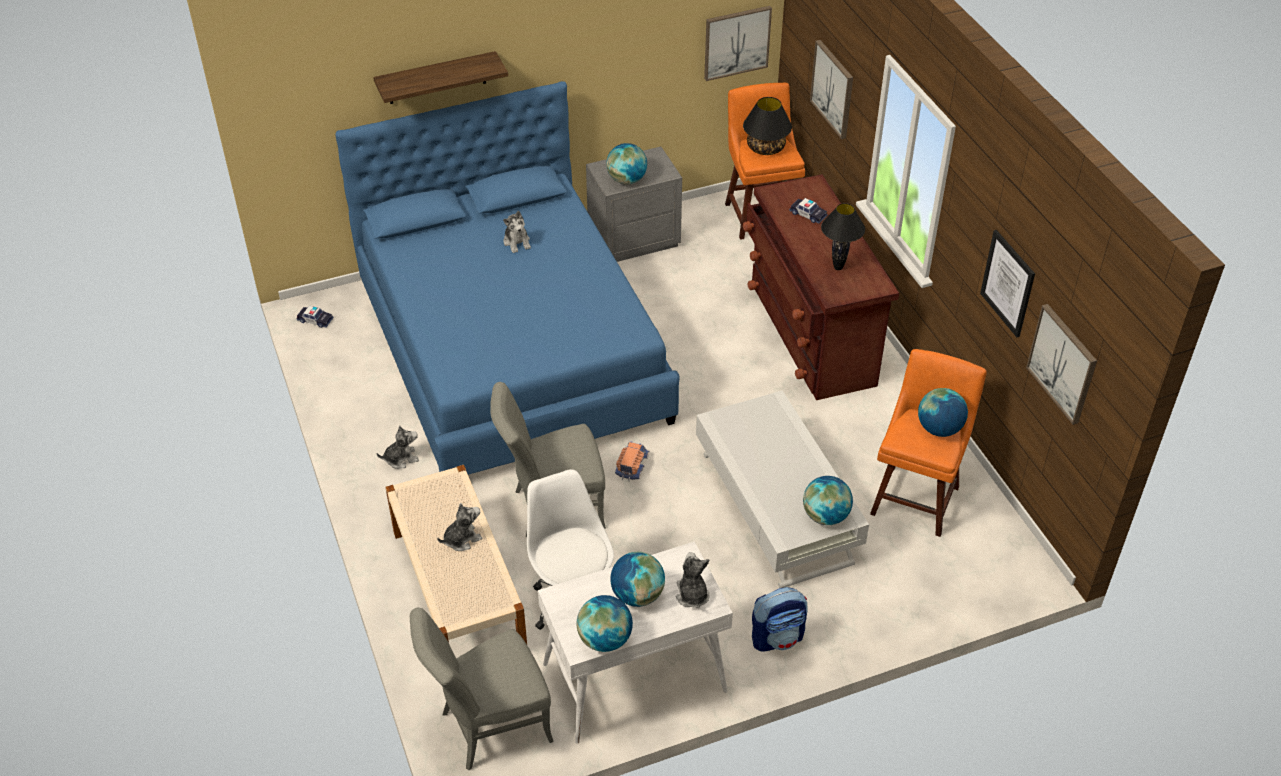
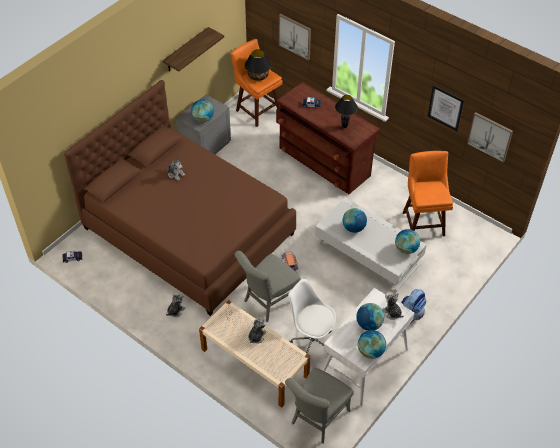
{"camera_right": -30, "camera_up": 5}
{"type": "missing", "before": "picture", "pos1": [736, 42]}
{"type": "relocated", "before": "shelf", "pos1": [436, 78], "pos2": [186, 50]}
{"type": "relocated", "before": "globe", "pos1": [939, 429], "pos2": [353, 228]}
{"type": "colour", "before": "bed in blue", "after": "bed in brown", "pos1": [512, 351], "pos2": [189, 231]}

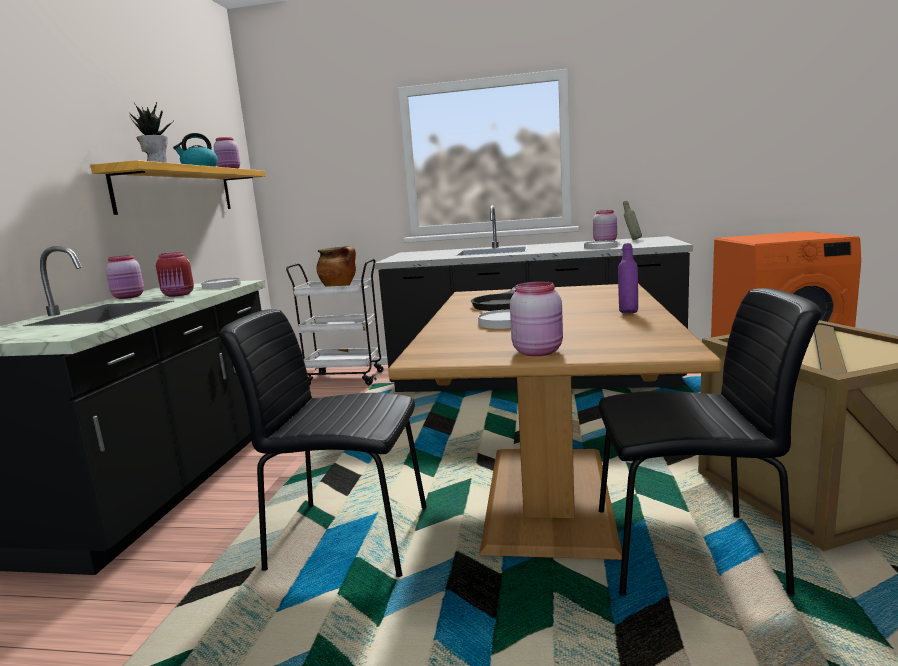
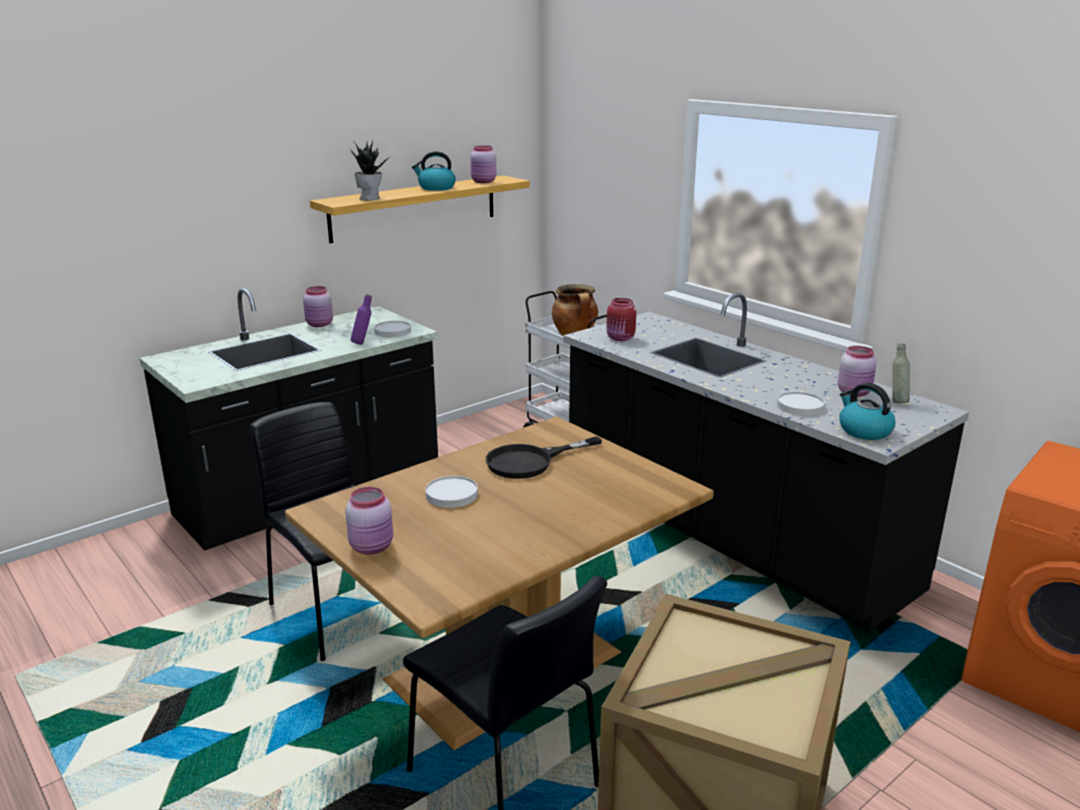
{"camera_right": 40, "camera_up": 10}
{"type": "appeared", "after": "kettle", "pos2": [864, 430]}
{"type": "relocated", "before": "jar in red", "pos1": [179, 295], "pos2": [620, 338]}
{"type": "relocated", "before": "bottle in purple", "pos1": [628, 312], "pos2": [363, 343]}

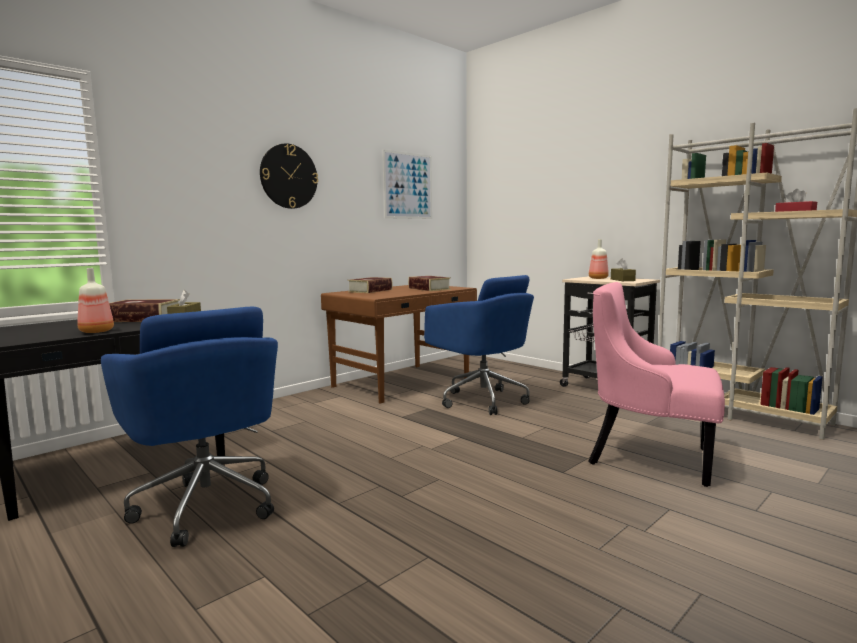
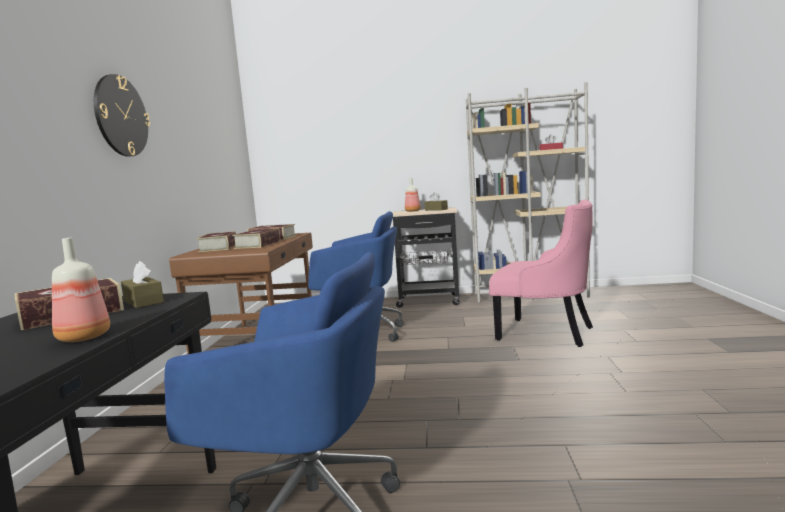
{"camera_right": -40, "camera_up": 0}
{"type": "missing", "before": "picture", "pos1": [408, 186]}
{"type": "appeared", "after": "book", "pos2": [258, 245]}
{"type": "spun", "before": "chair in pink", "pos1": [652, 458], "pos2": [543, 333], "turn": -135}

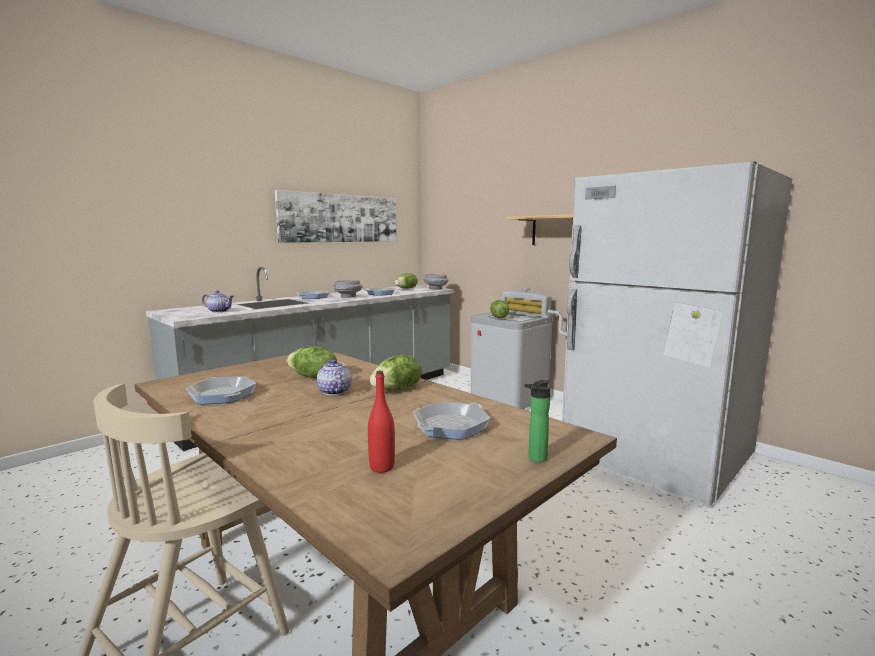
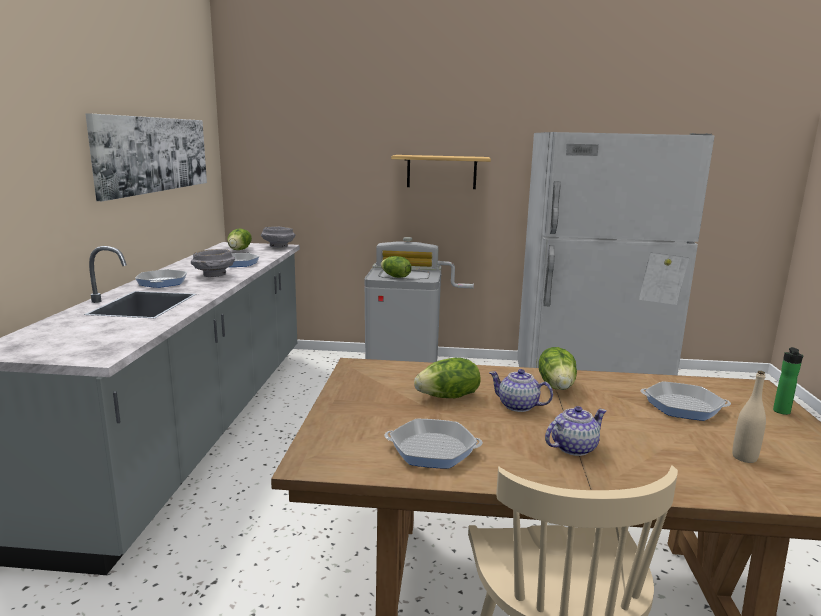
{"camera_right": -40, "camera_up": 5}
{"type": "relocated", "before": "teapot", "pos1": [219, 311], "pos2": [573, 448]}
{"type": "colour", "before": "bottle in red", "after": "bottle in beige", "pos1": [382, 467], "pos2": [744, 457]}
{"type": "spun", "before": "frying pan", "pos1": [451, 426], "pos2": [683, 406], "turn": -75}

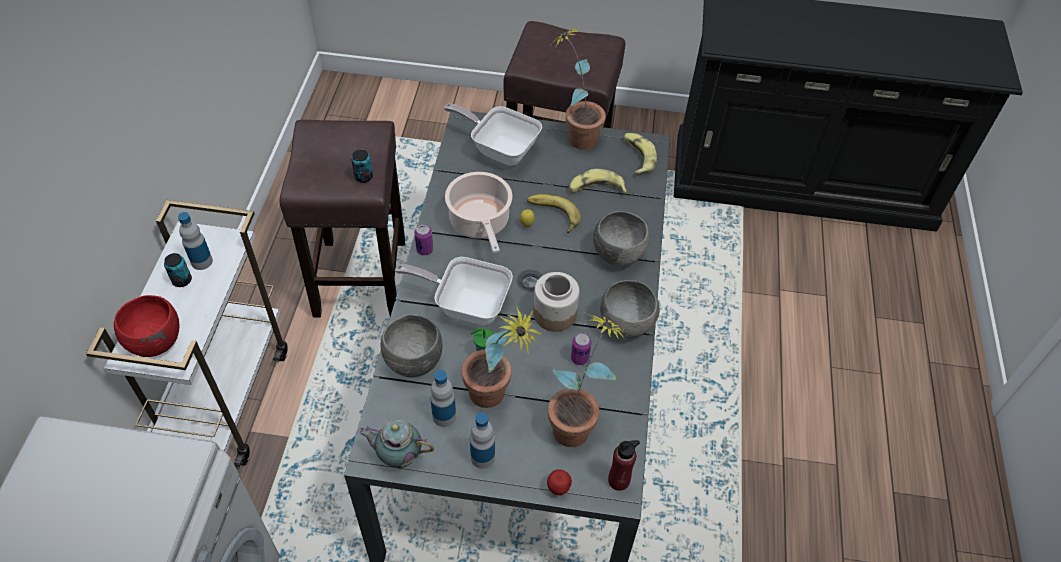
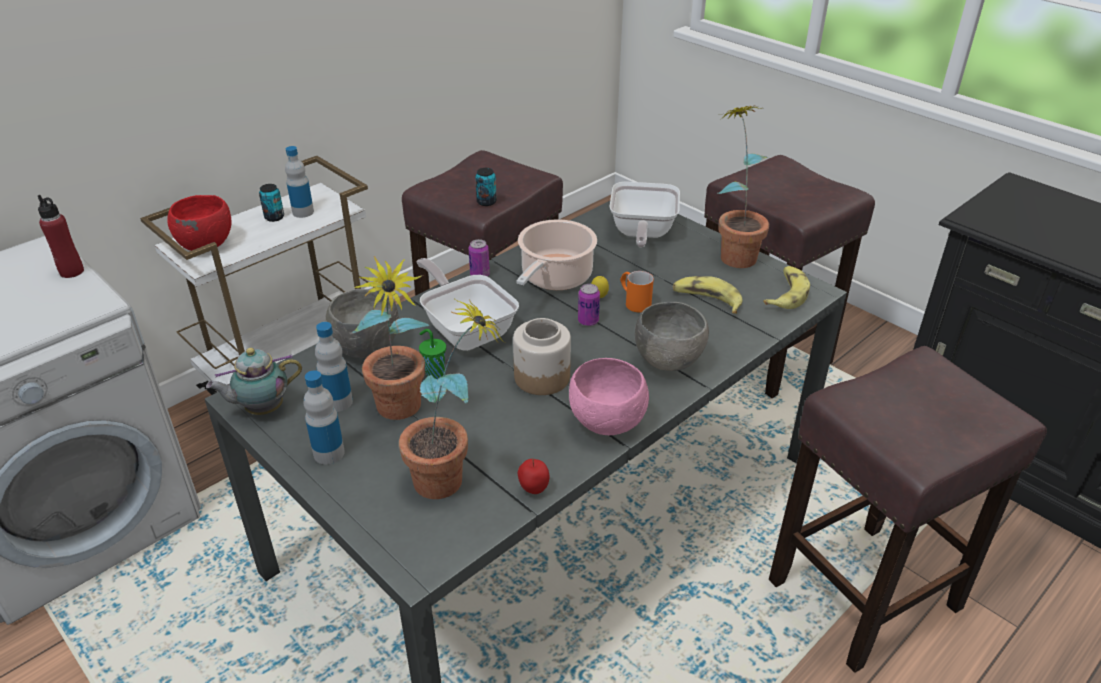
{"camera_right": 40, "camera_up": -15}
{"type": "appeared", "after": "stool in brown", "pos2": [862, 596]}
{"type": "relocated", "before": "apple", "pos1": [558, 489], "pos2": [533, 490]}
{"type": "relocated", "before": "can", "pos1": [579, 358], "pos2": [588, 321]}
{"type": "relocated", "before": "bottle in red", "pos1": [619, 480], "pos2": [72, 271]}
{"type": "exchanged", "before": "banana", "after": "mug in orange", "pos1": [552, 216], "pos2": [634, 302]}
{"type": "colour", "before": "bowl in grey", "after": "bowl in pink", "pos1": [627, 325], "pos2": [608, 424]}
{"type": "spun", "before": "teapot", "pos1": [398, 456], "pos2": [262, 409], "turn": -75}
{"type": "spun", "before": "frying pan", "pos1": [500, 148], "pos2": [641, 233], "turn": -150}

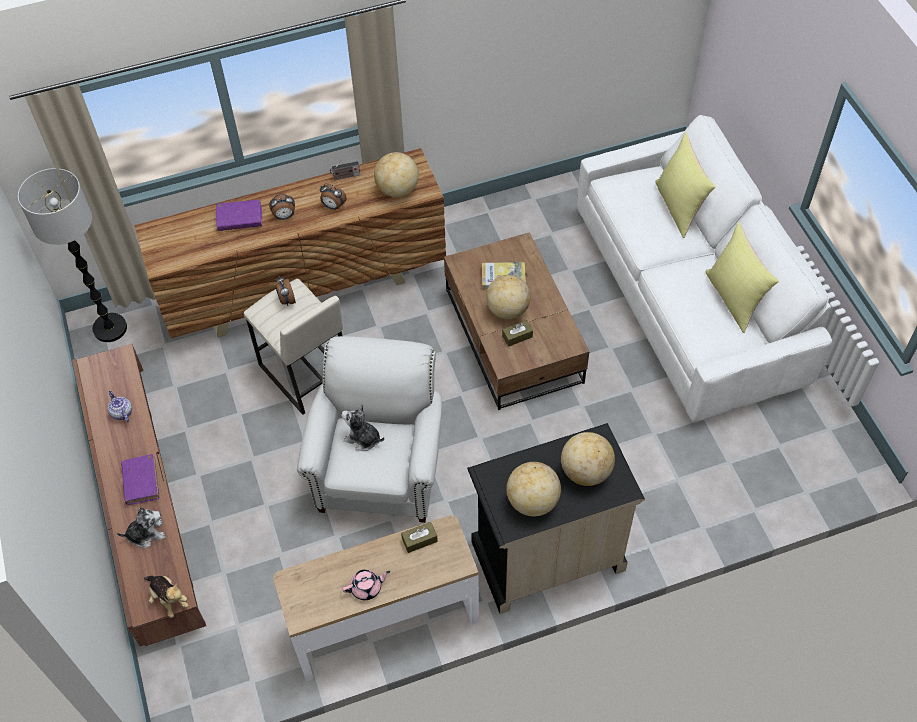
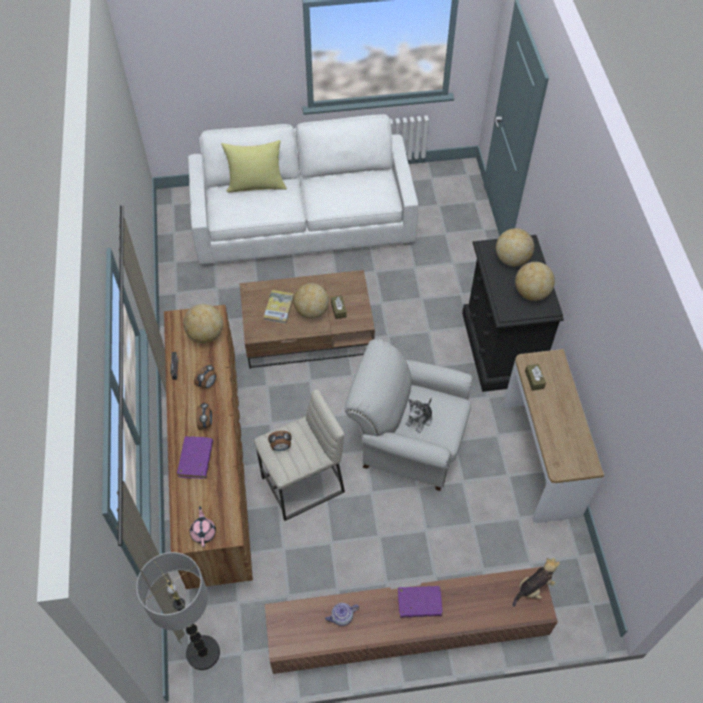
{"camera_right": -80, "camera_up": 0}
{"type": "missing", "before": "plush toy", "pos1": [146, 534]}
{"type": "missing", "before": "pillow in yellow", "pos1": [734, 298]}
{"type": "relocated", "before": "teapot in pink", "pos1": [367, 587], "pos2": [203, 532]}

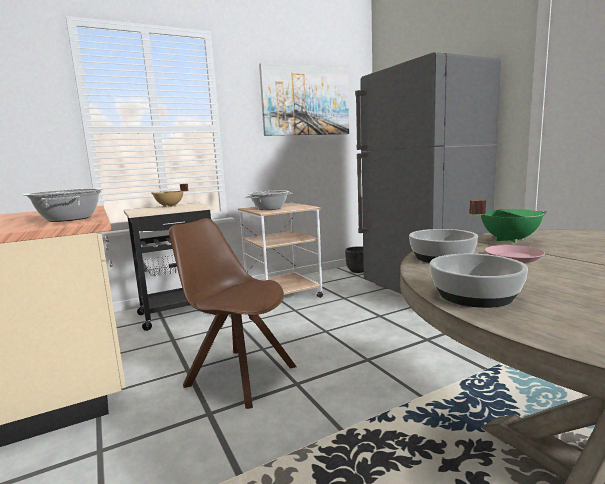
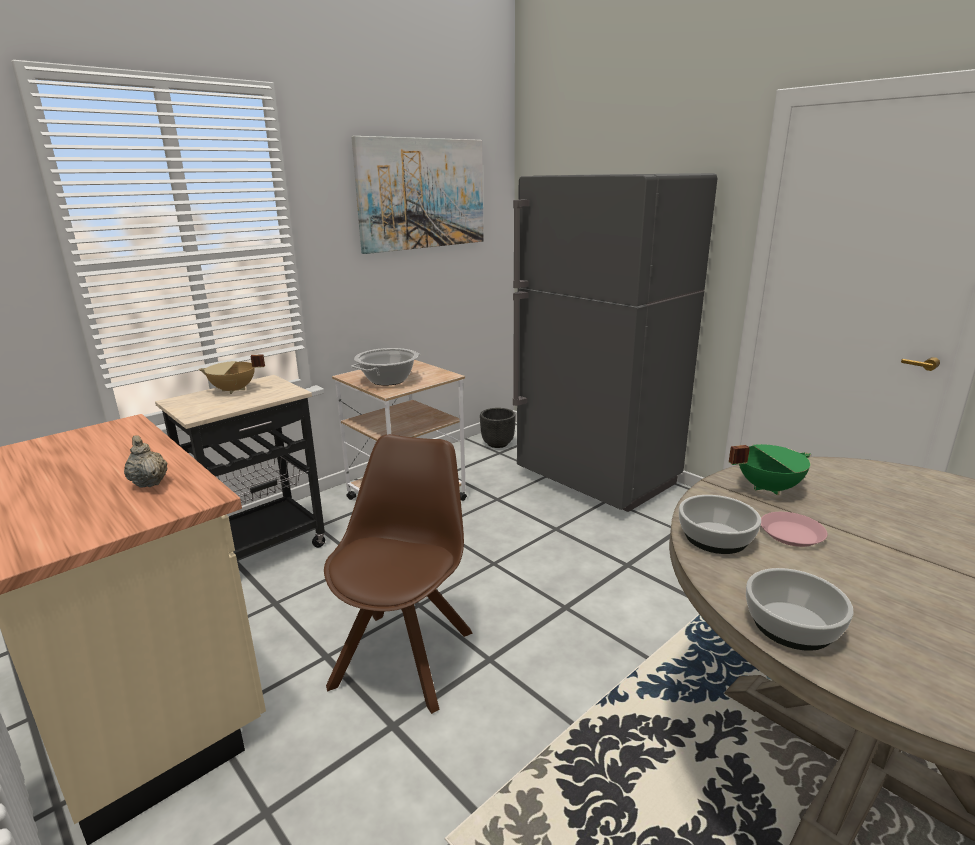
{"camera_right": -15, "camera_up": 10}
{"type": "exchanged", "before": "cooking pot", "after": "teapot in beige", "pos1": [69, 218], "pos2": [149, 482]}
{"type": "spun", "before": "chair in brown", "pos1": [239, 375], "pos2": [405, 655], "turn": 90}

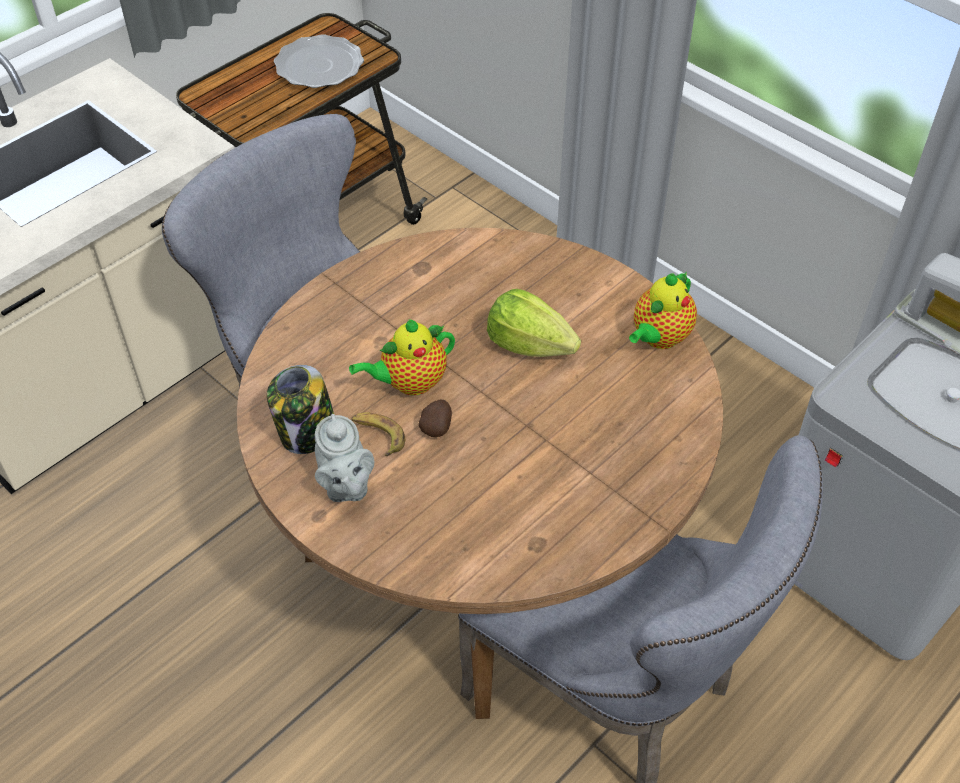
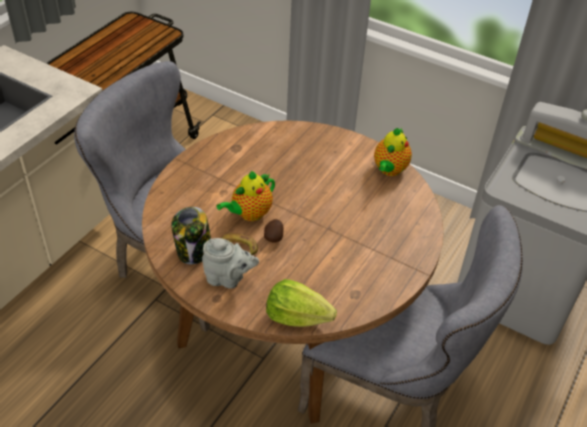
{"camera_right": -15, "camera_up": -5}
{"type": "missing", "before": "plate", "pos1": [320, 65]}
{"type": "relocated", "before": "lettuce", "pos1": [529, 345], "pos2": [297, 317]}
{"type": "spun", "before": "teapot in grey", "pos1": [345, 486], "pos2": [228, 279], "turn": -45}

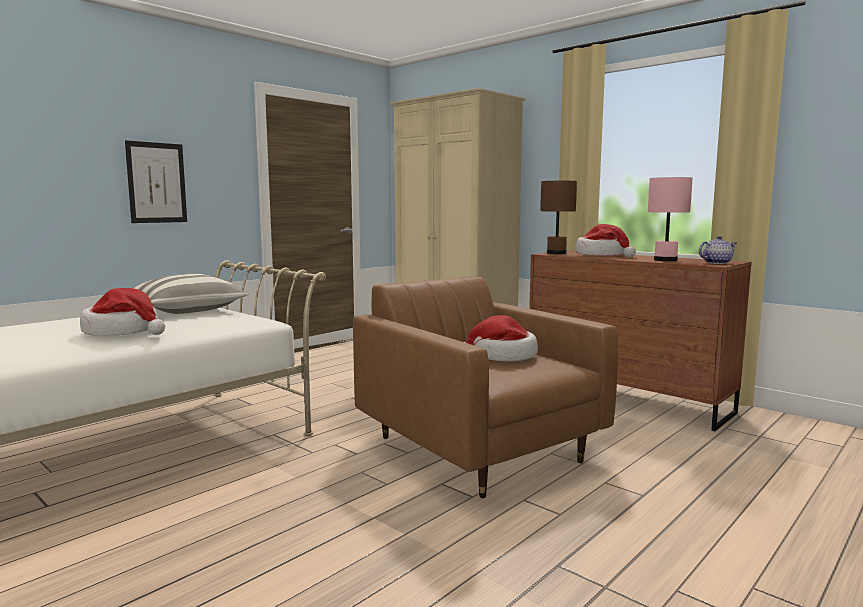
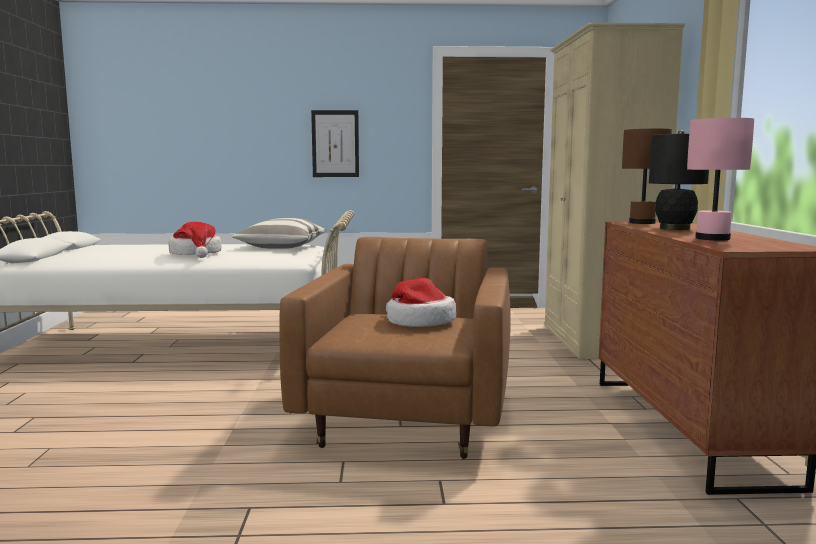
{"camera_right": 45, "camera_up": 0}
{"type": "missing", "before": "teapot", "pos1": [716, 263]}
{"type": "exchanged", "before": "hat", "after": "table lamp in black", "pos1": [602, 255], "pos2": [675, 228]}

